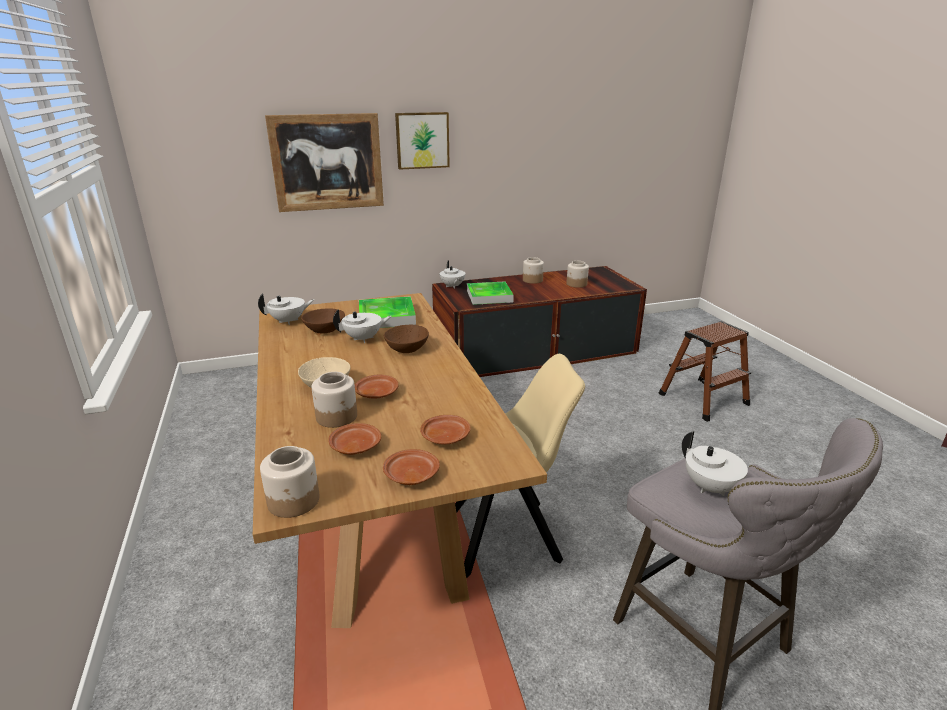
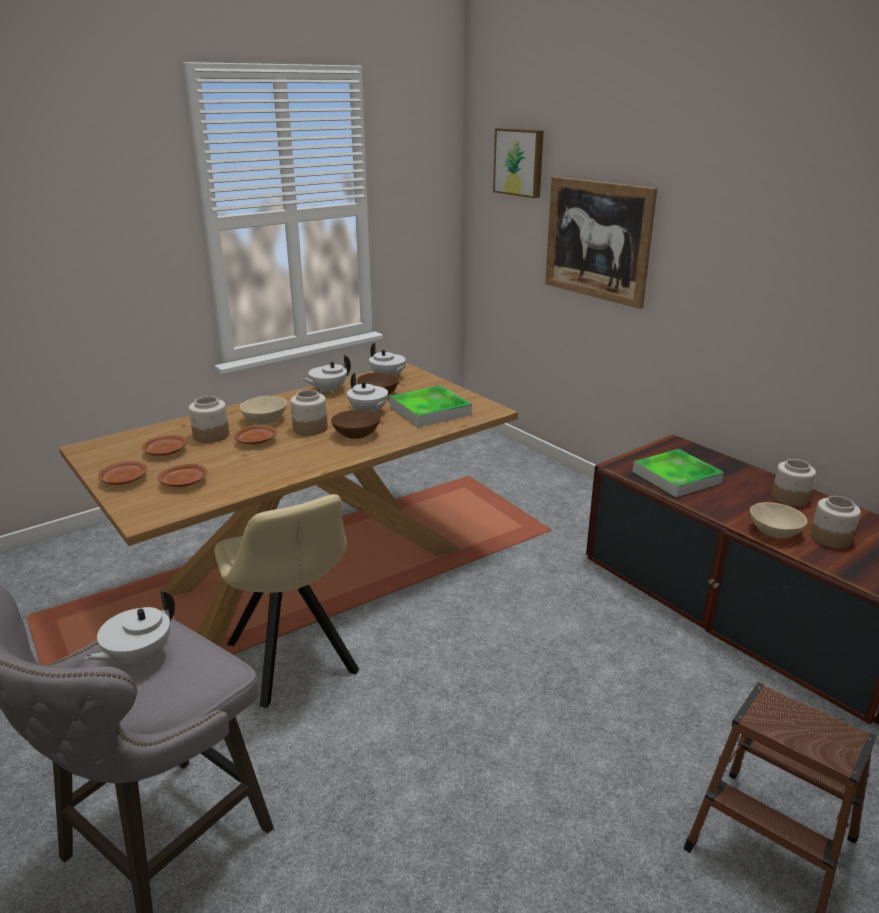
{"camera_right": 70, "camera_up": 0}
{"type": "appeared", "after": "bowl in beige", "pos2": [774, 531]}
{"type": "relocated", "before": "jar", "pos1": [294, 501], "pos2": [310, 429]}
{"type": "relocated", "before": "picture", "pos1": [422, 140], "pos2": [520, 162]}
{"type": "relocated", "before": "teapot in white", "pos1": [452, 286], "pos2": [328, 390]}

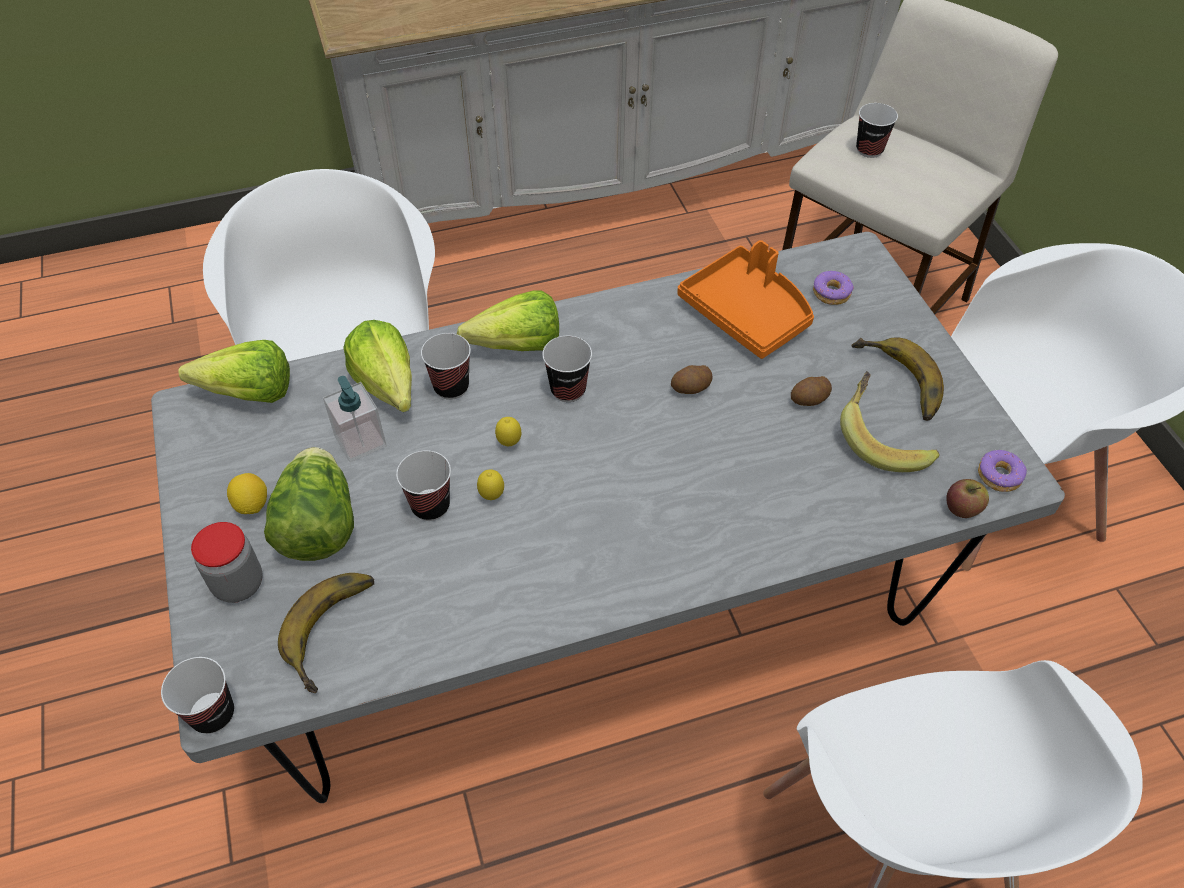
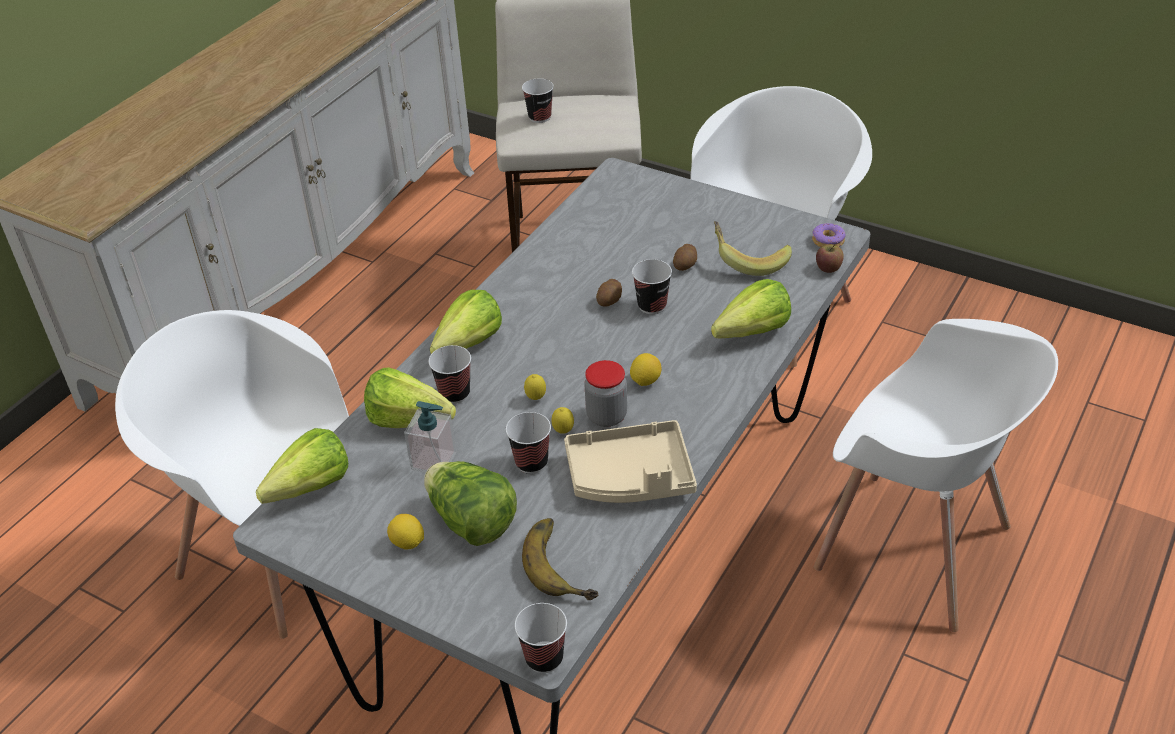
{"camera_right": -40, "camera_up": -10}
{"type": "missing", "before": "tray in orange", "pos1": [747, 313]}
{"type": "missing", "before": "donut", "pos1": [832, 293]}
{"type": "missing", "before": "banana", "pos1": [895, 383]}
{"type": "appeared", "after": "tray in beige", "pos2": [630, 477]}
{"type": "appeared", "after": "lemon", "pos2": [645, 381]}
{"type": "appeared", "after": "lettuce", "pos2": [745, 334]}
{"type": "relocated", "before": "jar", "pos1": [238, 584], "pos2": [606, 416]}
{"type": "relocated", "before": "cup", "pos1": [568, 389], "pos2": [652, 305]}

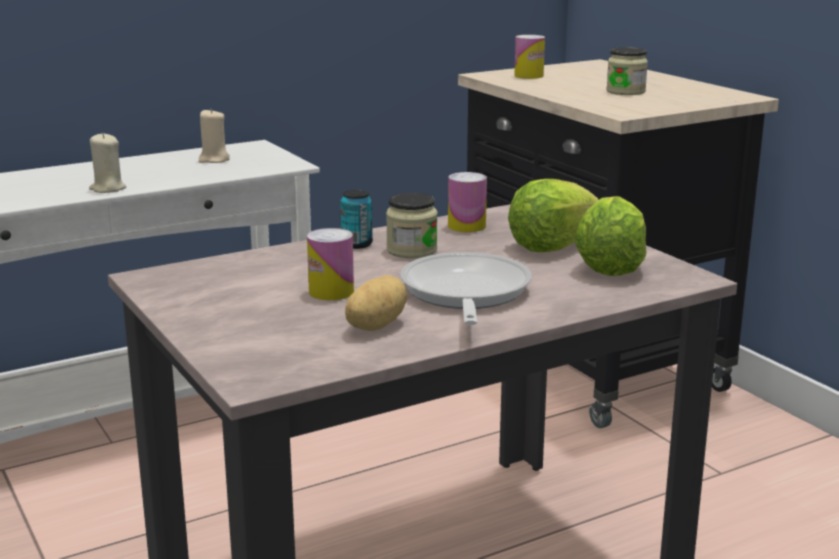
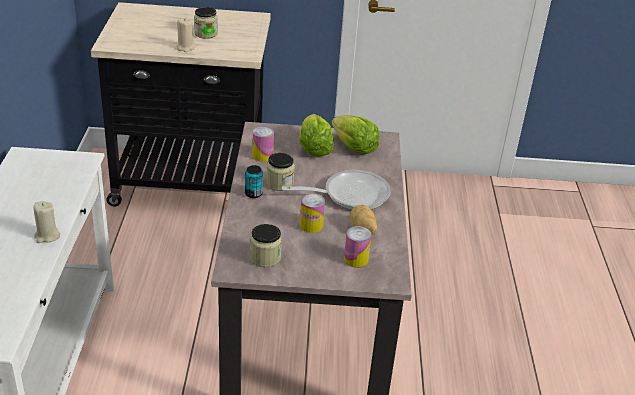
{"camera_right": -60, "camera_up": 15}
{"type": "appeared", "after": "jar", "pos2": [265, 258]}
{"type": "relocated", "before": "candle in beige", "pos1": [214, 160], "pos2": [185, 48]}
{"type": "relocated", "before": "can", "pos1": [529, 76], "pos2": [356, 259]}
{"type": "spun", "before": "frying pan", "pos1": [464, 295], "pos2": [350, 195], "turn": 135}

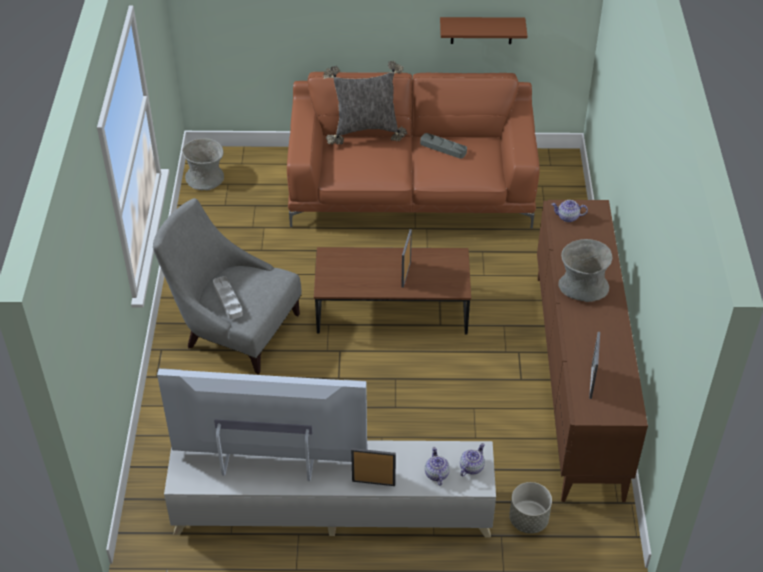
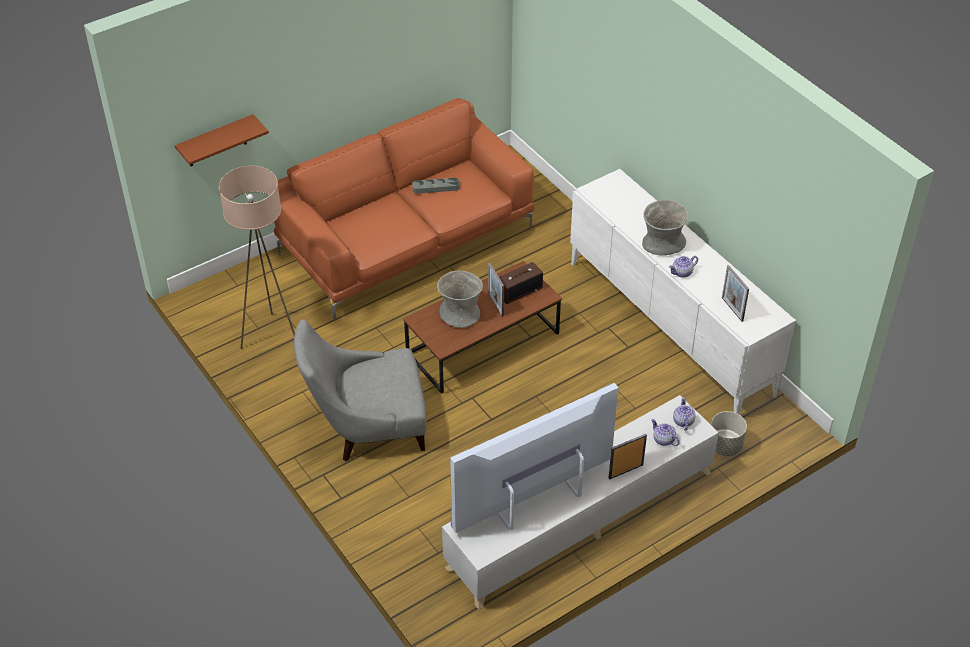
{"camera_right": -35, "camera_up": 0}
{"type": "missing", "before": "tray in grey", "pos1": [228, 300]}
{"type": "missing", "before": "pillow", "pos1": [365, 135]}
{"type": "appeared", "after": "floor lamp in beige", "pos2": [271, 337]}
{"type": "appeared", "after": "radio", "pos2": [519, 290]}
{"type": "relocated", "before": "vase in grey", "pos1": [206, 178], "pos2": [460, 313]}
{"type": "relocated", "before": "shelf in brown", "pos1": [481, 30], "pos2": [216, 142]}
{"type": "relocated", "before": "teapot", "pos1": [567, 217], "pos2": [682, 273]}
{"type": "colour", "before": "cabinet in brown", "after": "cabinet in white", "pos1": [579, 382], "pos2": [671, 327]}

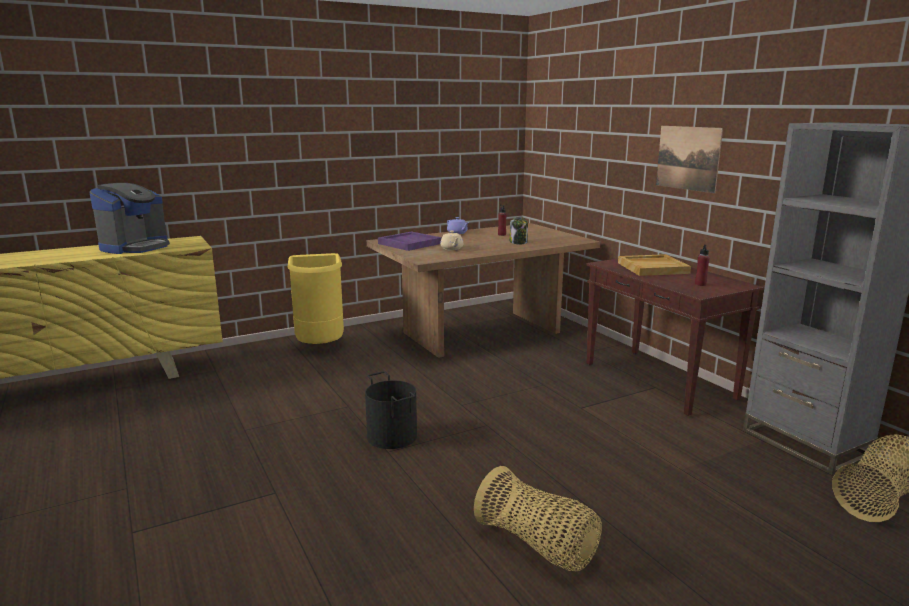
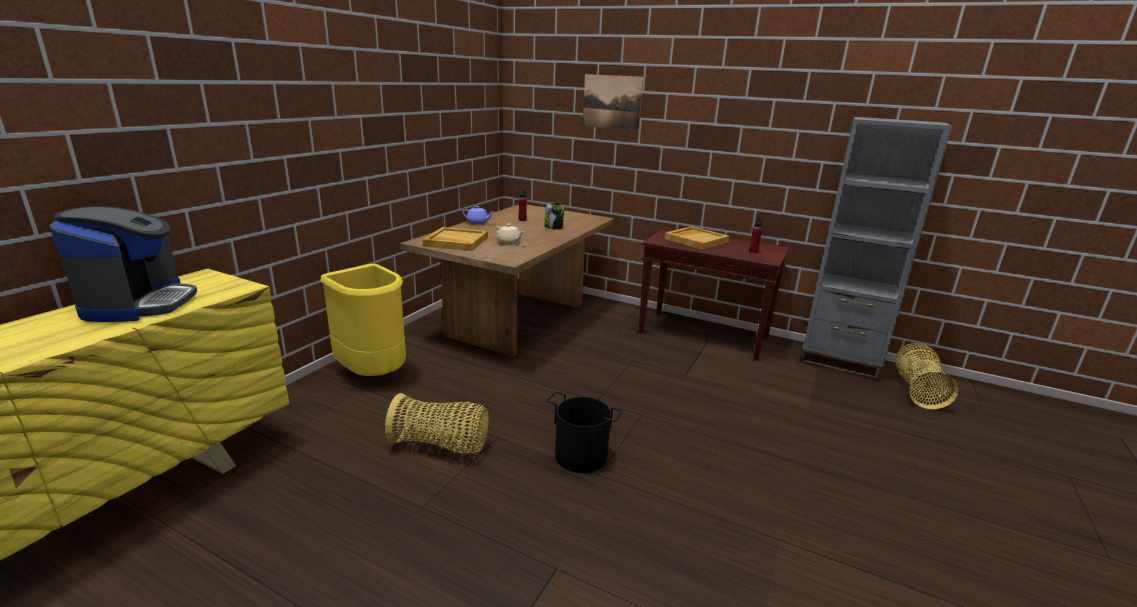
{"camera_right": -35, "camera_up": 5}
{"type": "relocated", "before": "basket", "pos1": [537, 545], "pos2": [441, 445]}
{"type": "relocated", "before": "picture", "pos1": [687, 158], "pos2": [612, 102]}
{"type": "colour", "before": "tray in purple", "after": "tray in beige", "pos1": [409, 243], "pos2": [455, 242]}

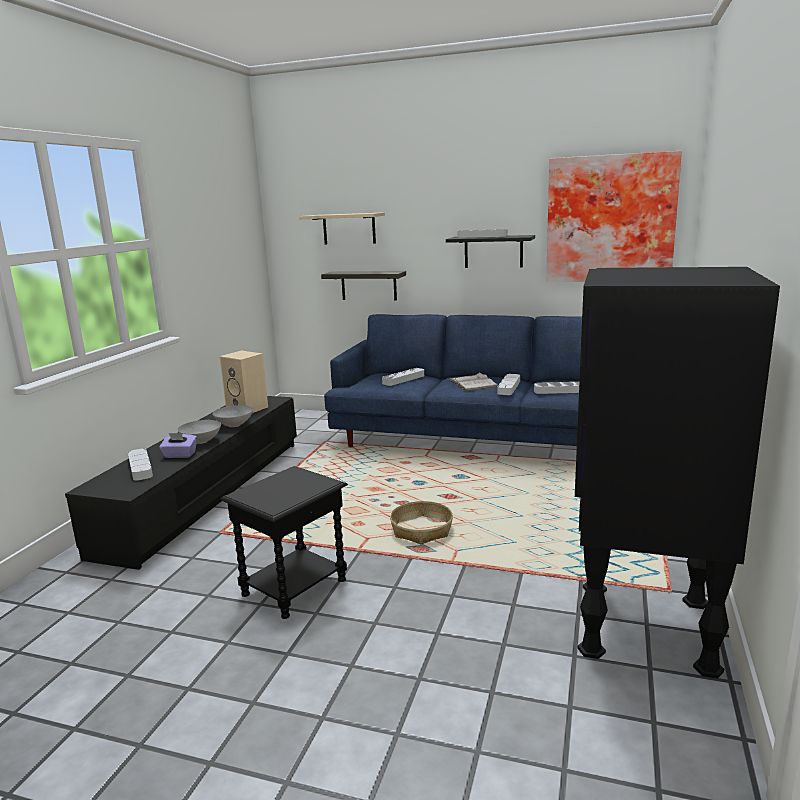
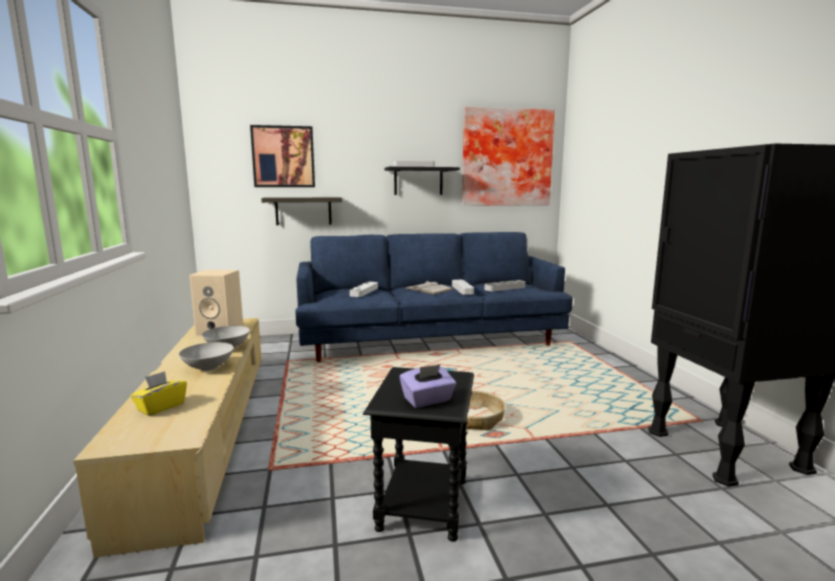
{"camera_right": -30, "camera_up": -5}
{"type": "relocated", "before": "tissue box in purple", "pos1": [180, 455], "pos2": [428, 400]}
{"type": "exchanged", "before": "tray in grey", "after": "tissue box in yellow", "pos1": [140, 467], "pos2": [161, 407]}
{"type": "exchanged", "before": "shelf in beige", "after": "picture", "pos1": [349, 228], "pos2": [283, 157]}
{"type": "colour", "before": "tv stand in black", "after": "tv stand in beige", "pos1": [207, 492], "pos2": [204, 431]}

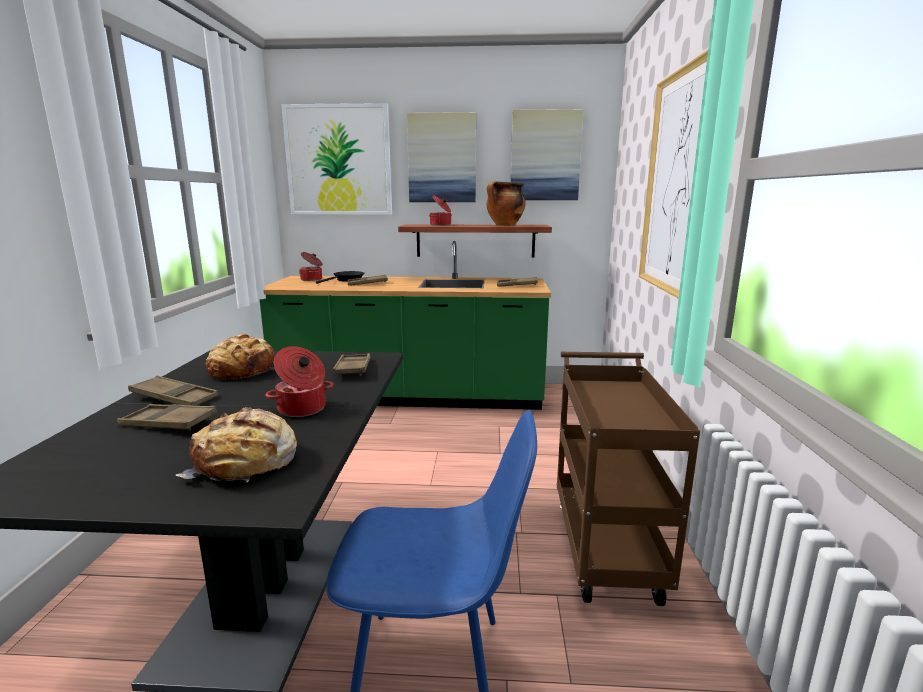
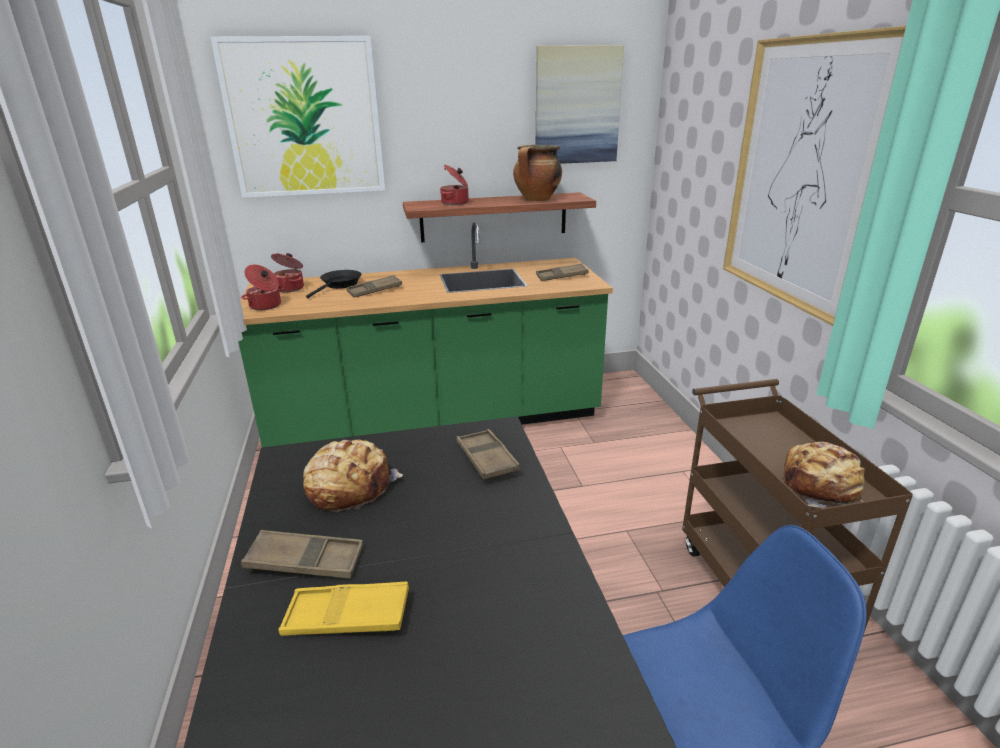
{"camera_right": -15, "camera_up": 10}
{"type": "missing", "before": "picture", "pos1": [442, 158]}
{"type": "relocated", "before": "bread", "pos1": [246, 463], "pos2": [821, 486]}
{"type": "relocated", "before": "cooking pot", "pos1": [302, 409], "pos2": [266, 306]}
{"type": "colour", "before": "tray in brown", "after": "tray in yellow", "pos1": [168, 423], "pos2": [347, 616]}

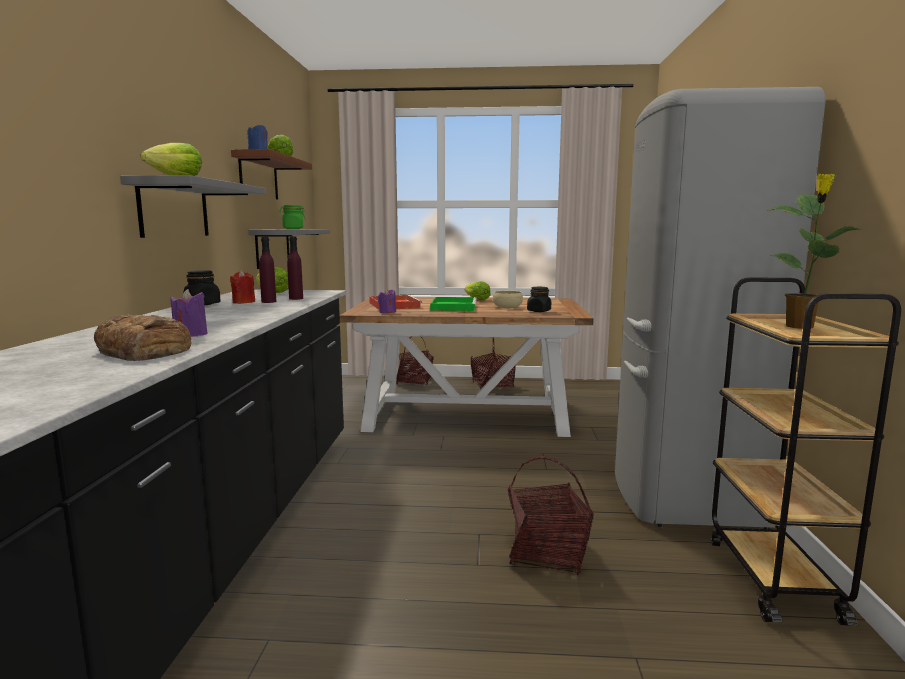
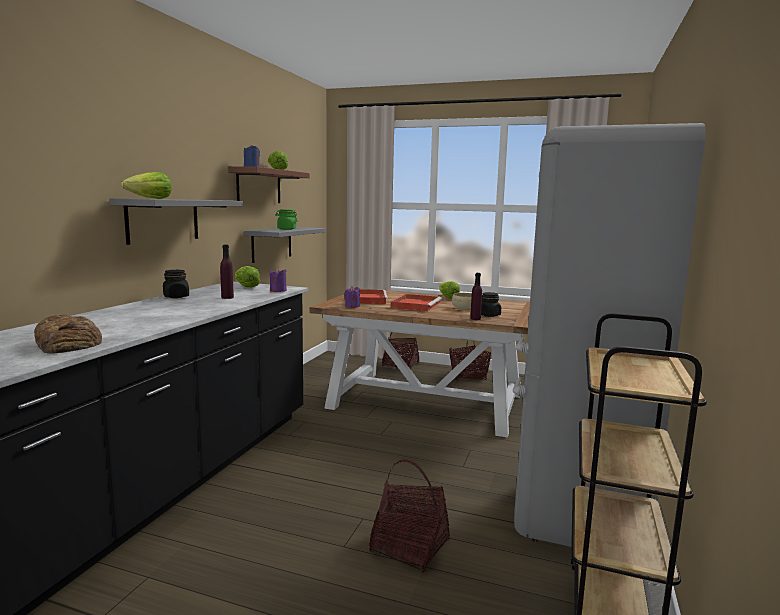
{"camera_right": 15, "camera_up": 0}
{"type": "missing", "before": "candle in red", "pos1": [244, 302]}
{"type": "missing", "before": "potted plant", "pos1": [801, 327]}
{"type": "relocated", "before": "candle in purple", "pos1": [190, 335], "pos2": [278, 291]}
{"type": "relocated", "before": "bottle in purple", "pos1": [296, 298], "pos2": [475, 319]}
{"type": "colour", "before": "tray in green", "after": "tray in red", "pos1": [453, 307], "pos2": [416, 305]}

